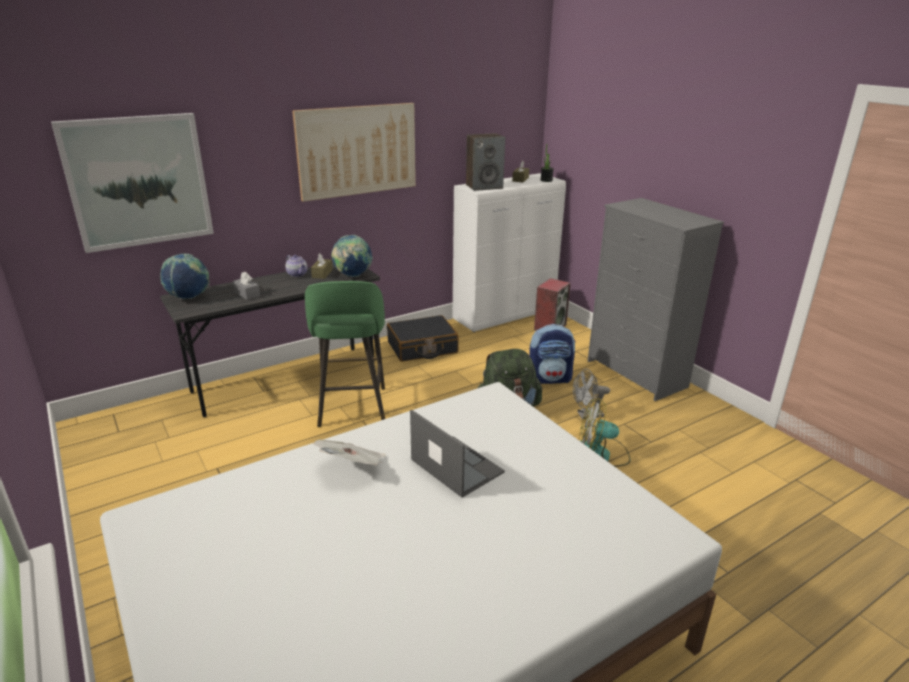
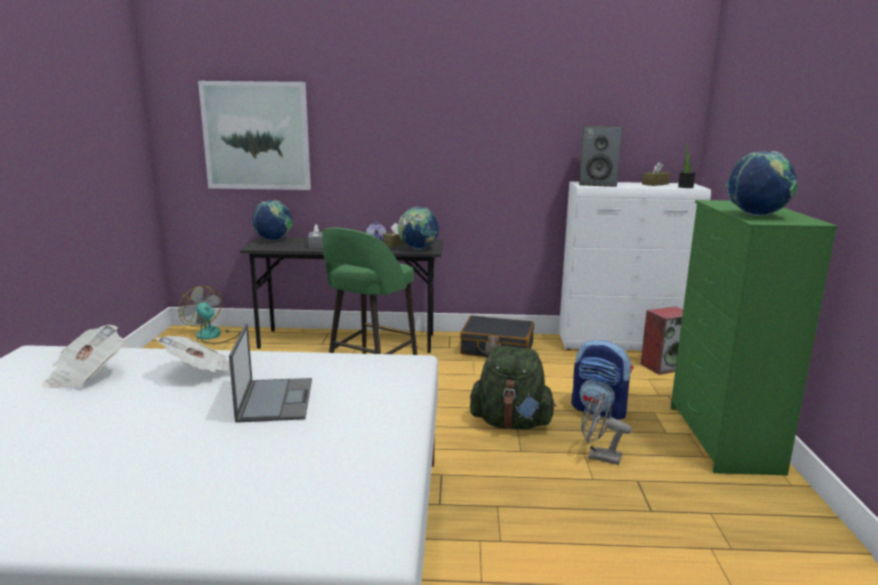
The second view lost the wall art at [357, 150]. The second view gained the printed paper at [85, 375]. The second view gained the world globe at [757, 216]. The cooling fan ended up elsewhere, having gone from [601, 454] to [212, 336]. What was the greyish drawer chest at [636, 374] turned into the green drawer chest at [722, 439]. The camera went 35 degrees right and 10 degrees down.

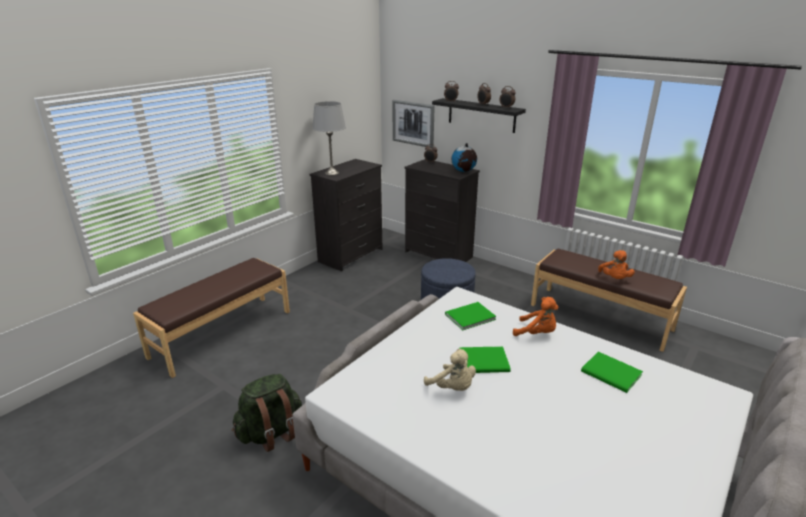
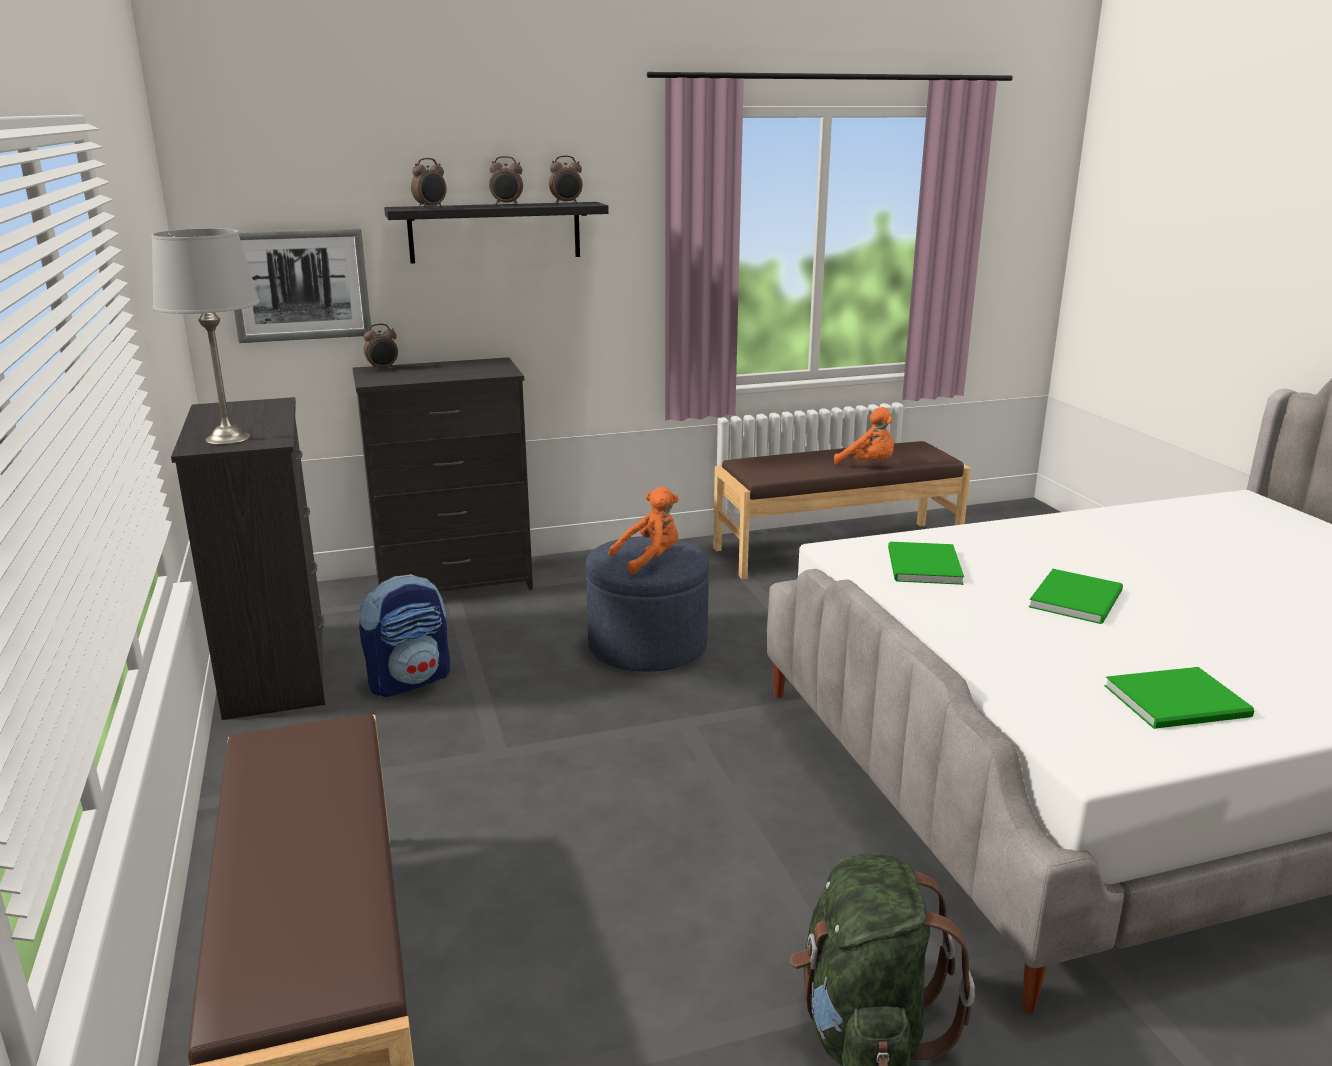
The second view lost the beige-coloured cuddly toy at [452, 388]. The second view lost the world globe at [463, 171]. The second view gained the knapsack at [410, 680]. The orange cuddly toy ended up elsewhere, having gone from [536, 333] to [650, 559]. The green volume ended up elsewhere, having gone from [612, 374] to [1181, 703]. The camera went 55 degrees left and 5 degrees down.

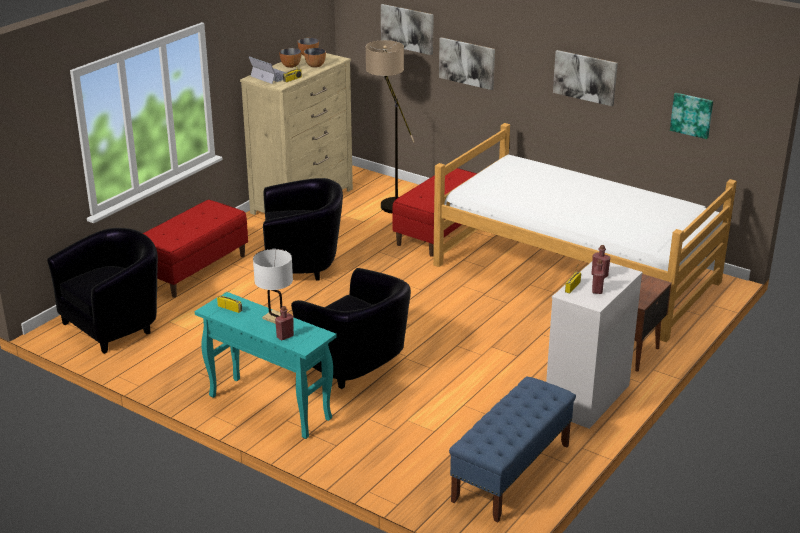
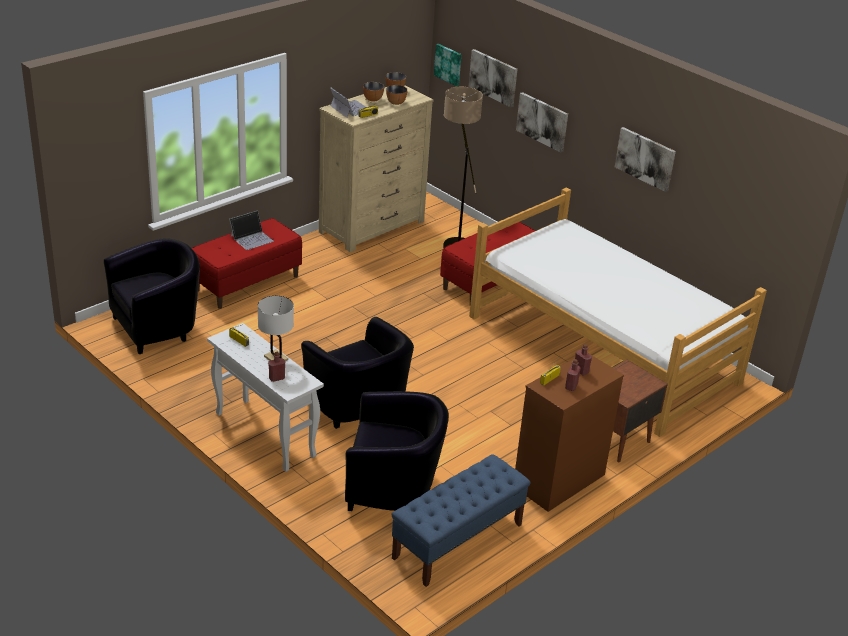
The second view gained the portable computer at [252, 238]. The black lounge chair ended up elsewhere, having gone from [303, 264] to [394, 488]. The wall art ended up elsewhere, having gone from [692, 115] to [448, 64]. What was the turquoise-coloured console table at [268, 407] turned into the white-coloured console table at [264, 434]. What was the white-coloured drawer chest at [587, 398] turned into the brownish drawer chest at [558, 481]. The camera went 10 degrees right and 5 degrees up.

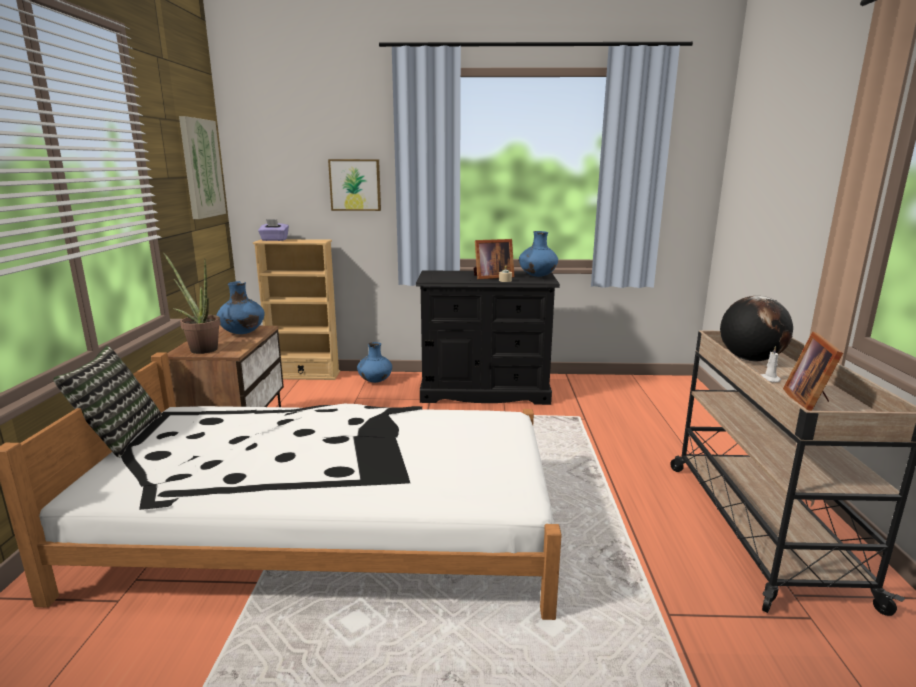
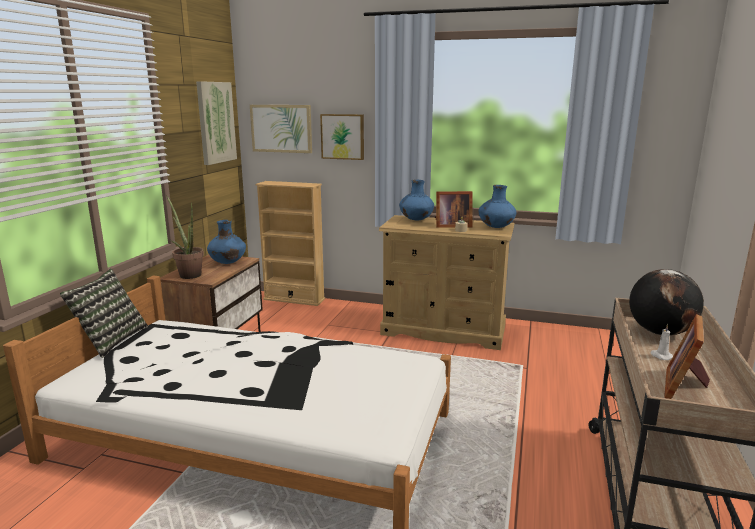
The second view lost the purple tissue box at [274, 240]. The second view gained the wall art at [281, 128]. The bluish decorative vase ended up elsewhere, having gone from [375, 381] to [416, 220]. What was the black drawer chest at [485, 391] turned into the beige-coloured drawer chest at [443, 330]. The camera went 15 degrees right and 0 degrees up.

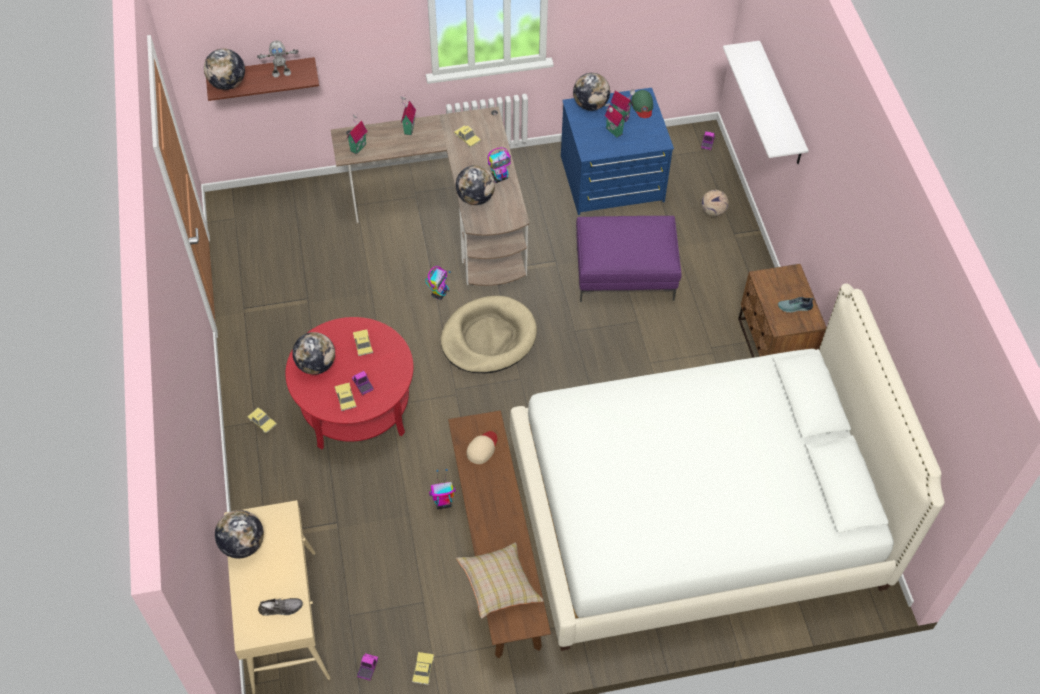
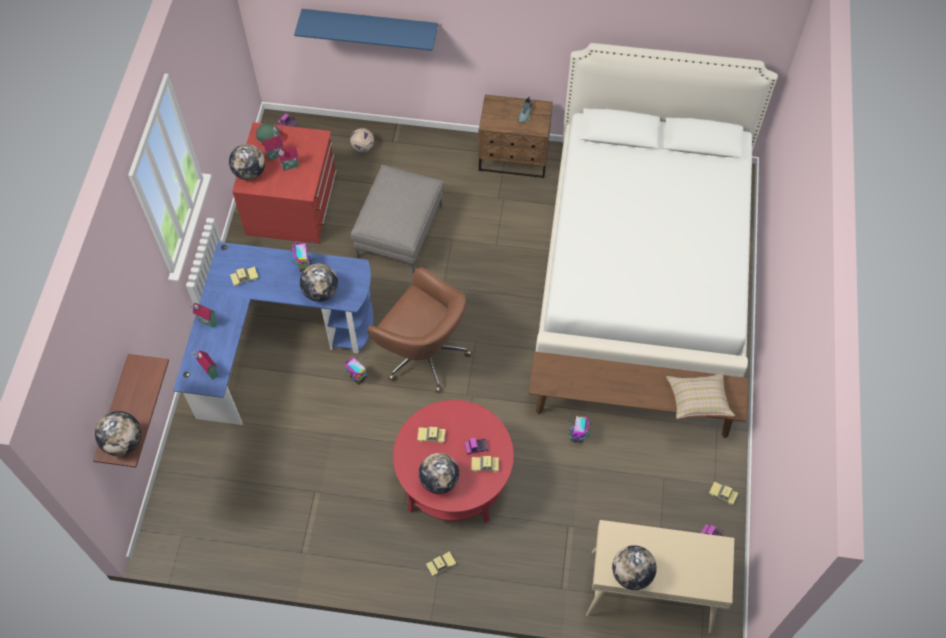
The second view lost the model robot at [281, 73]. The second view lost the greyish shoe at [281, 608]. The second view lost the beige-coloured baseball cap at [482, 448]. Where the beige-coloured dog cushion stood at [488, 338], the brownish office chair came to stand at [423, 353]. What was the brownish desk unit at [453, 217] turned into the bluish desk unit at [275, 342]. What was the bluish drawer chest at [612, 180] turned into the reddish drawer chest at [293, 206]. What was the purple footrest at [625, 273] turned into the greyish footrest at [399, 230]. What was the white-coloured shelf at [780, 105] turned into the bluish shelf at [370, 25]. The camera went 70 degrees left and 5 degrees up.

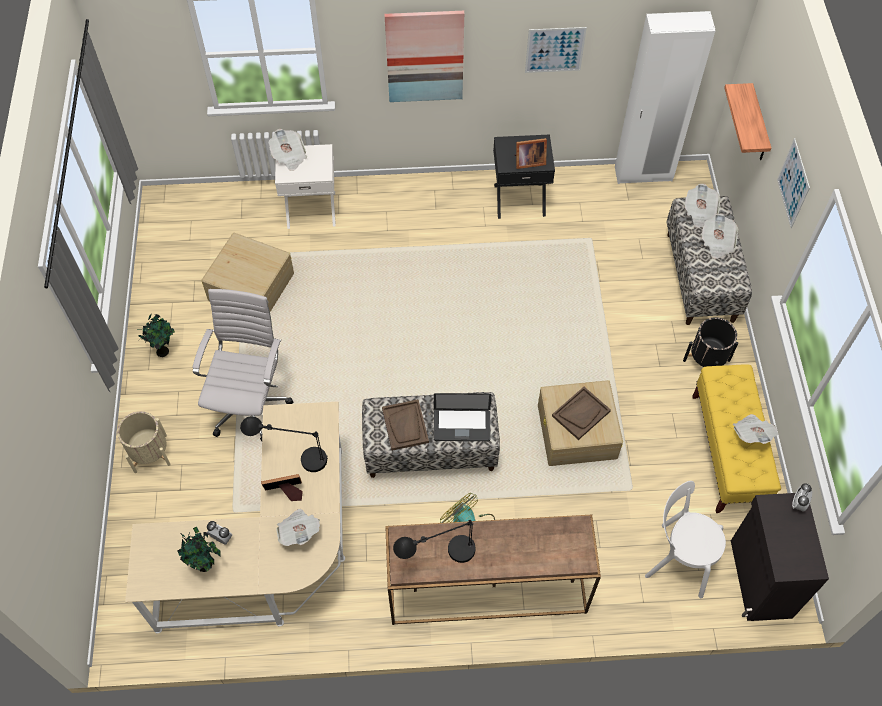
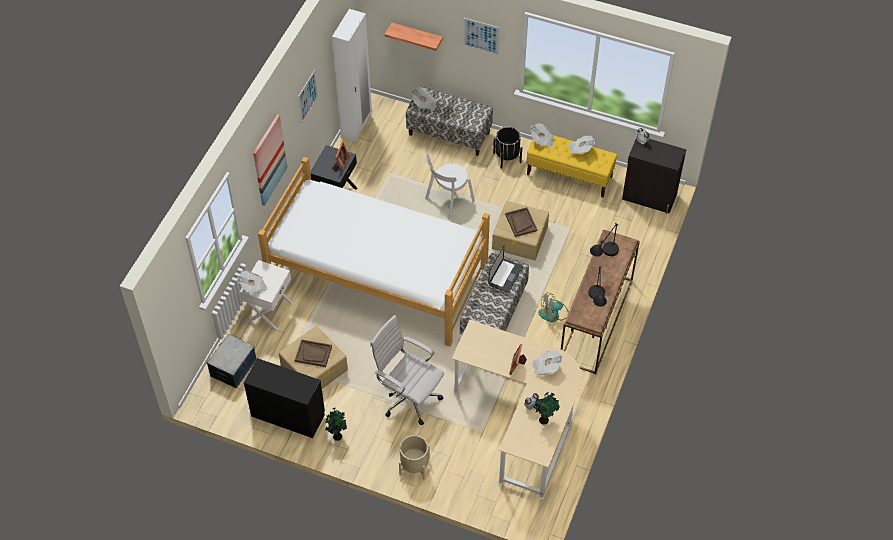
The second view gained the storage bin at [234, 368]. The second view gained the black drawer chest at [288, 414]. The second view gained the sleeping bed at [377, 275]. The black table lamp ended up elsewhere, having gone from [291, 457] to [603, 259]. The brownish carrying tray ended up elsewhere, having gone from [405, 425] to [313, 354]. The white-coloured chair ended up elsewhere, having gone from [677, 558] to [448, 201]. The printed paper ended up elsewhere, having gone from [717, 243] to [542, 140]. The camera went 65 degrees left and 5 degrees down.

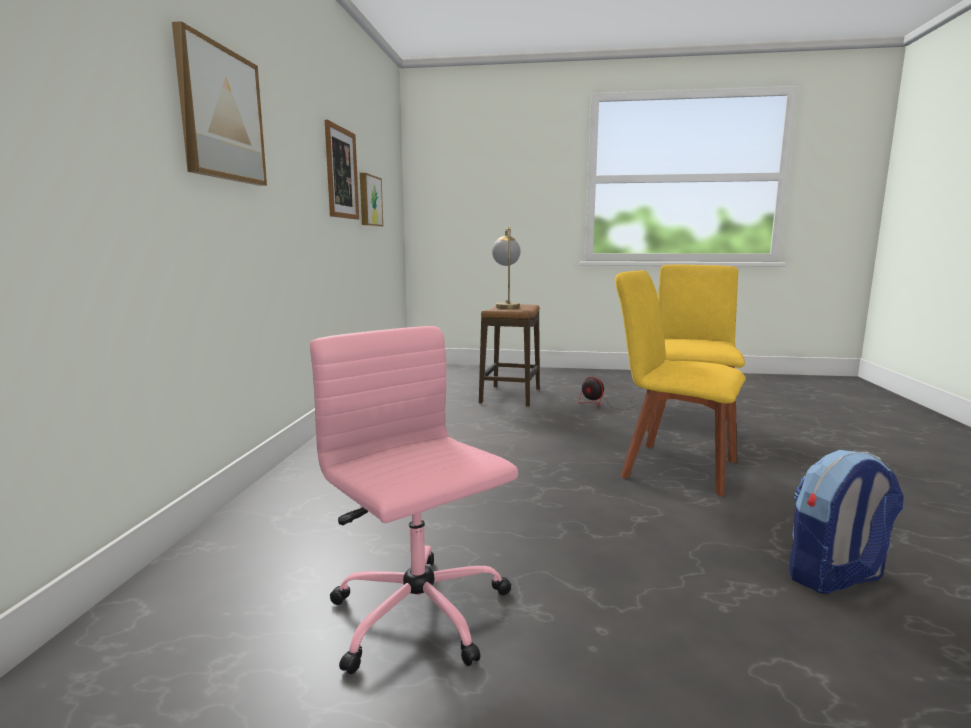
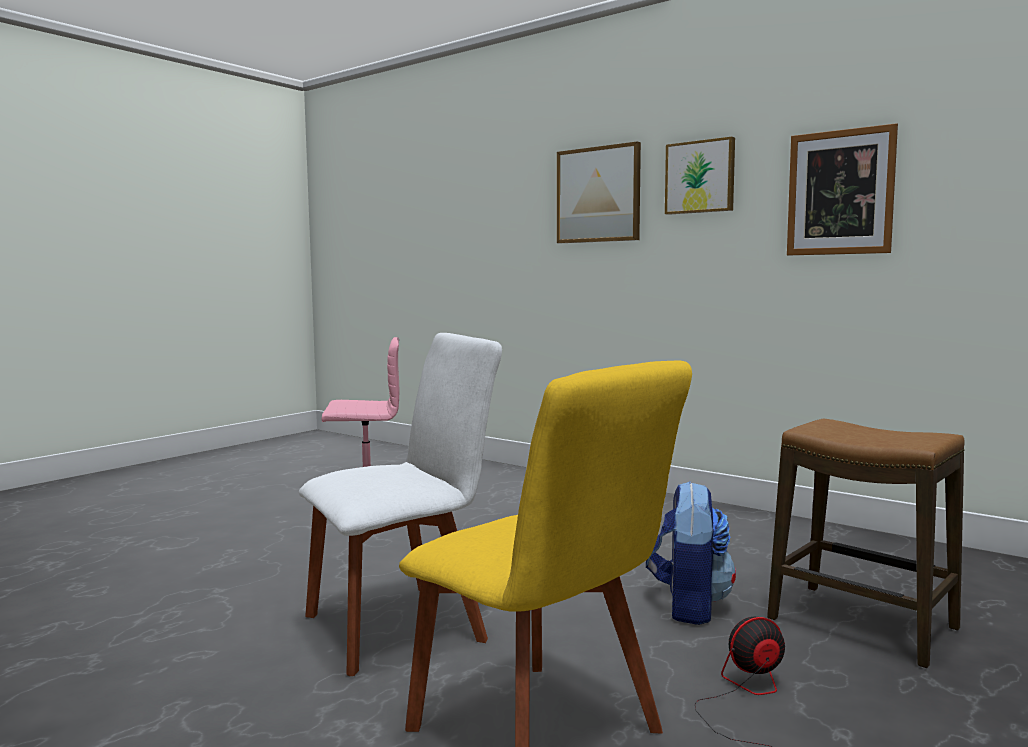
The second view lost the table lamp at [506, 306]. The wall art ended up elsewhere, having gone from [369, 201] to [700, 177]. The knapsack ended up elsewhere, having gone from [835, 578] to [688, 605]. What was the yellowish chair at [672, 467] turned into the white-coloured chair at [403, 625]. The camera went 120 degrees right and 5 degrees down.

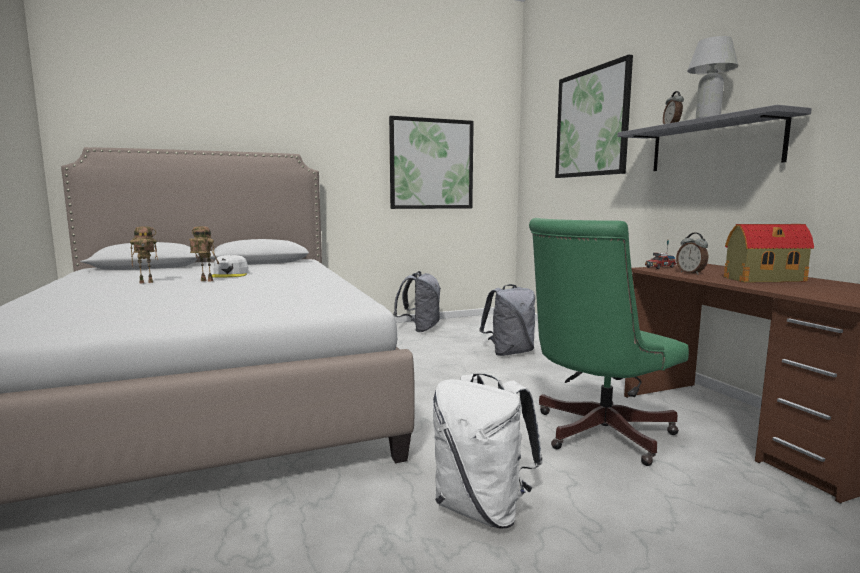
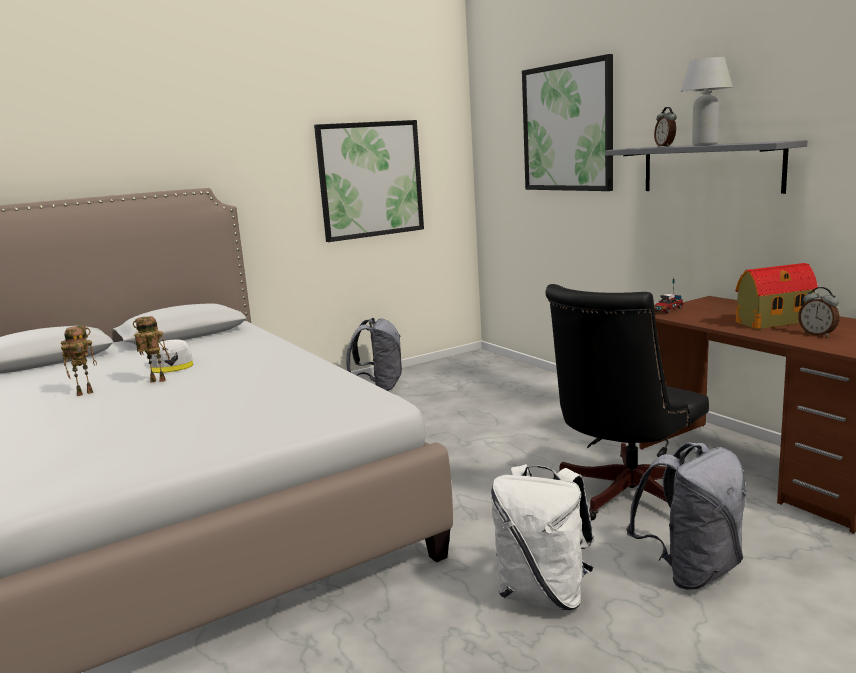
The greyish knapsack ended up elsewhere, having gone from [509, 352] to [691, 571]. The bedside clock ended up elsewhere, having gone from [691, 273] to [818, 334]. What was the green office chair at [595, 434] turned into the black office chair at [624, 497]. The camera went 10 degrees left and 5 degrees up.

